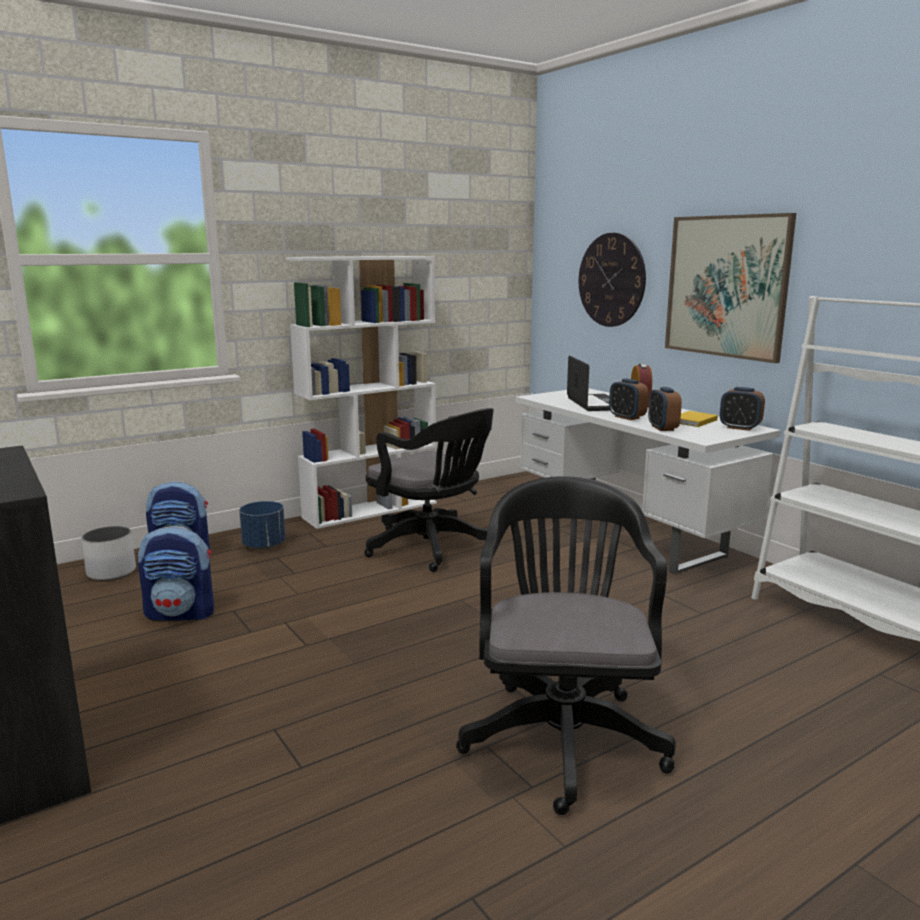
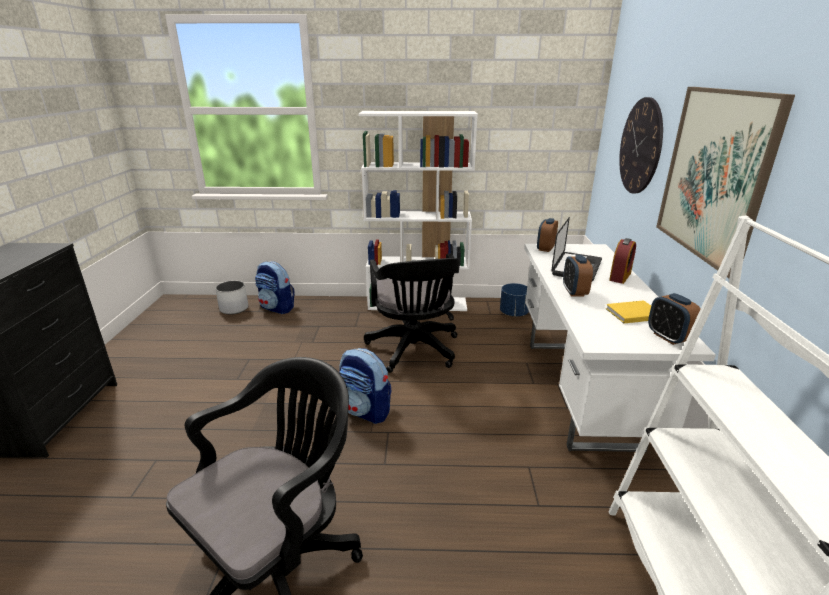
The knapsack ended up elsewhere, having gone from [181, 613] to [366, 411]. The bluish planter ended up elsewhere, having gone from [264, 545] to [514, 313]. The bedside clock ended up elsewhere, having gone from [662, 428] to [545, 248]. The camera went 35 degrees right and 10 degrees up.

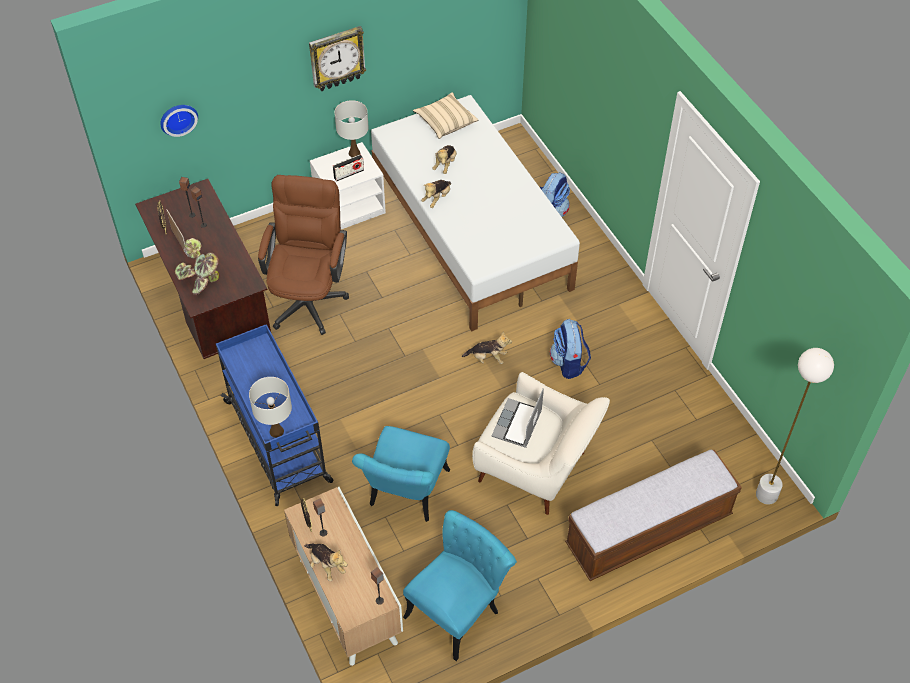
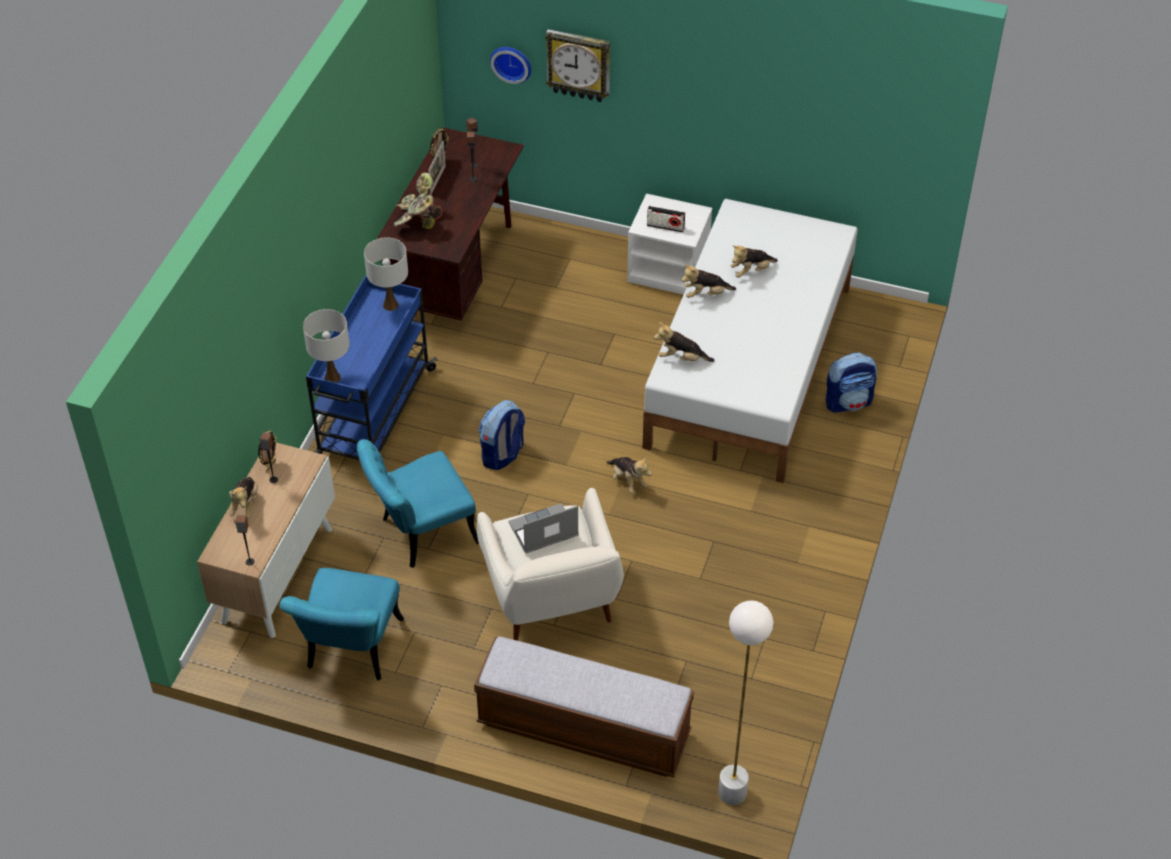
The second view lost the brownish office chair at [309, 296]. The second view lost the beige-coloured cushion at [445, 122]. The second view gained the cuddly toy at [682, 358]. The hanging clock ended up elsewhere, having gone from [336, 58] to [579, 65]. The white-coloured table lamp ended up elsewhere, having gone from [354, 153] to [391, 305]. The knapsack ended up elsewhere, having gone from [568, 363] to [503, 455]. The turquoise-coloured chair at [458, 608] ended up facing another way, 105 degrees clockwise from before. The camera went 45 degrees right and 5 degrees down.

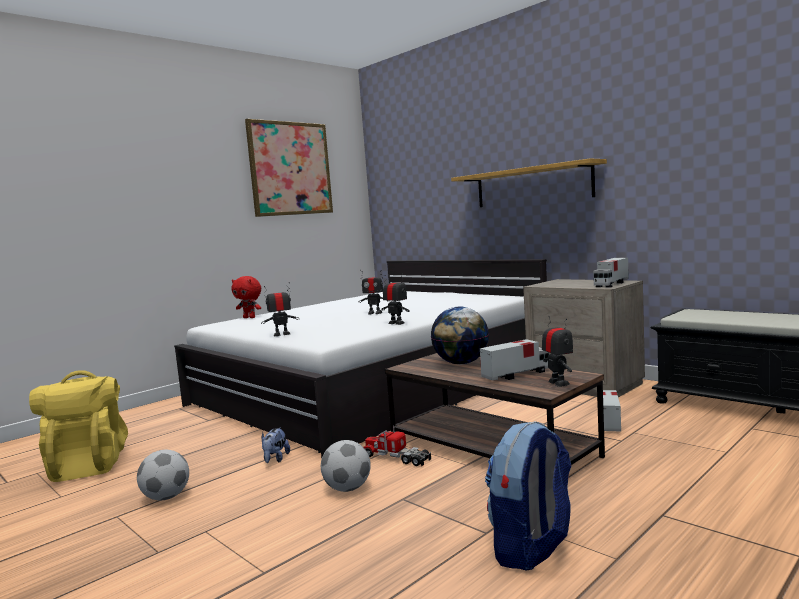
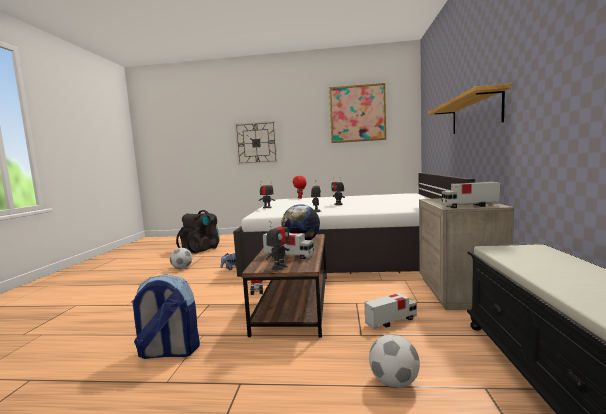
The second view gained the hanging clock at [256, 143]. The ball for football ended up elsewhere, having gone from [347, 488] to [394, 382]. What was the yellowish knapsack at [88, 465] turned into the black knapsack at [201, 249]. The camera went 50 degrees right and 0 degrees up.

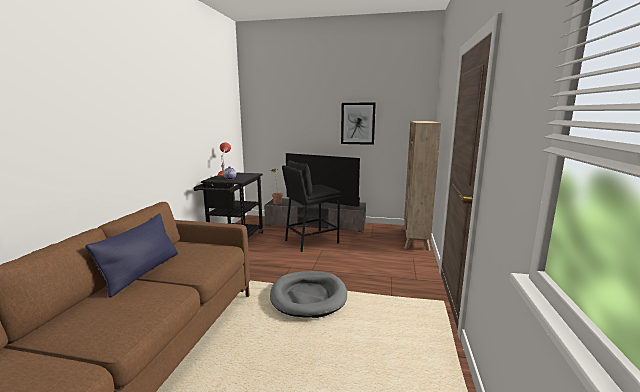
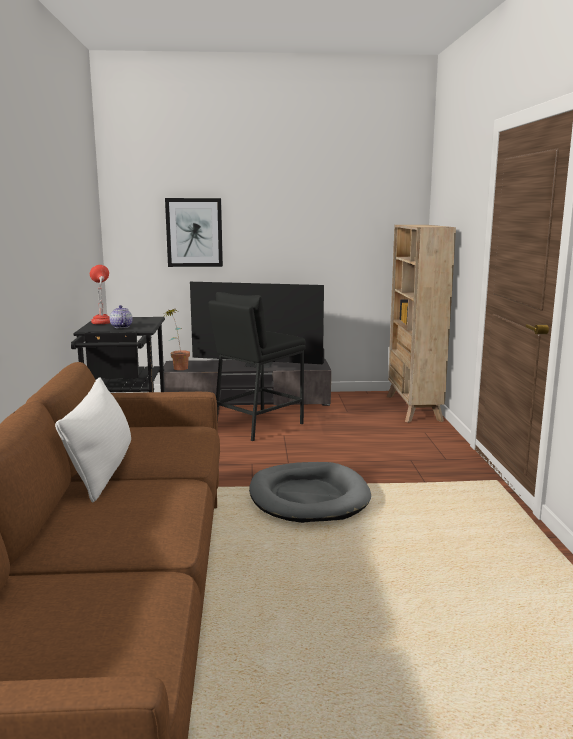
The wall art ended up elsewhere, having gone from [358, 123] to [194, 232]. What was the bluish cushion at [142, 272] turned into the white-coloured cushion at [102, 469]. The camera went 15 degrees left and 0 degrees up.

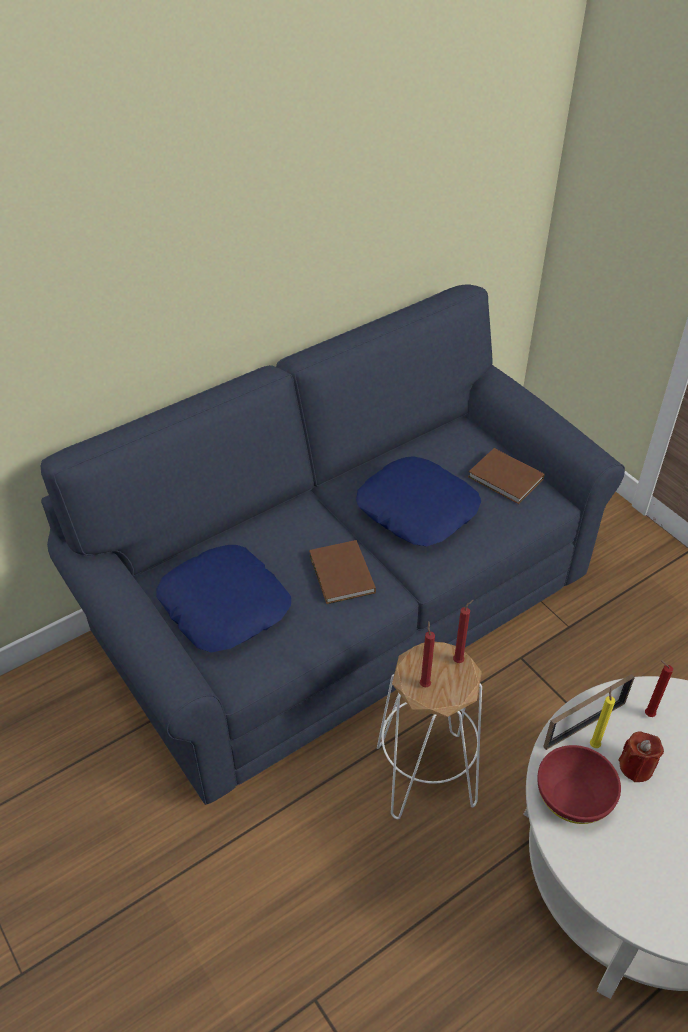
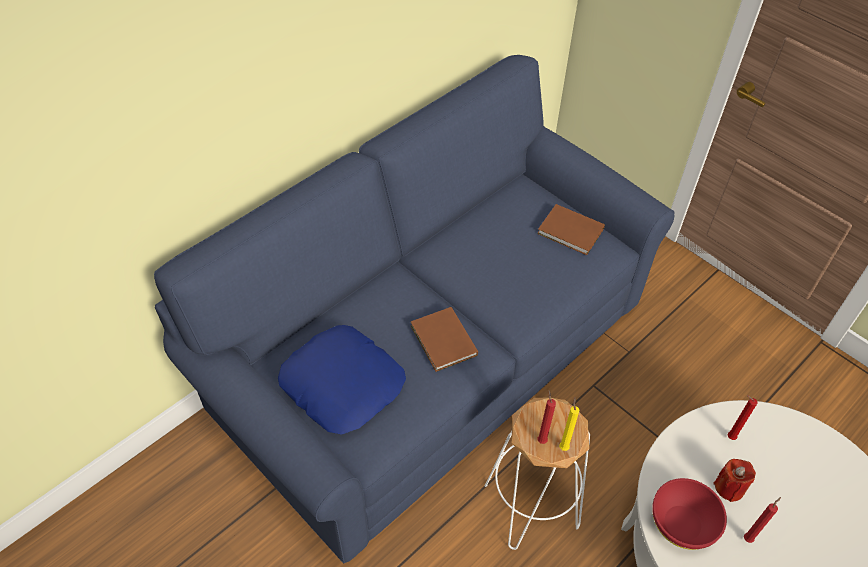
The second view lost the bluish cushion at [418, 509]. The second view lost the photo frame at [584, 724]. The reddish wax candle ended up elsewhere, having gone from [459, 660] to [748, 538]. The yellowish wax candle ended up elsewhere, having gone from [594, 744] to [563, 446]. The camera went 10 degrees left and 5 degrees up.

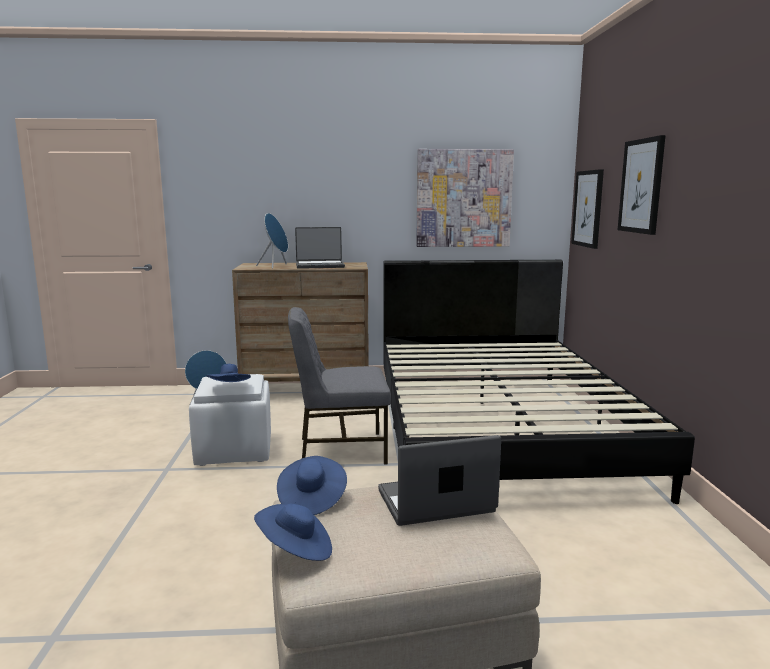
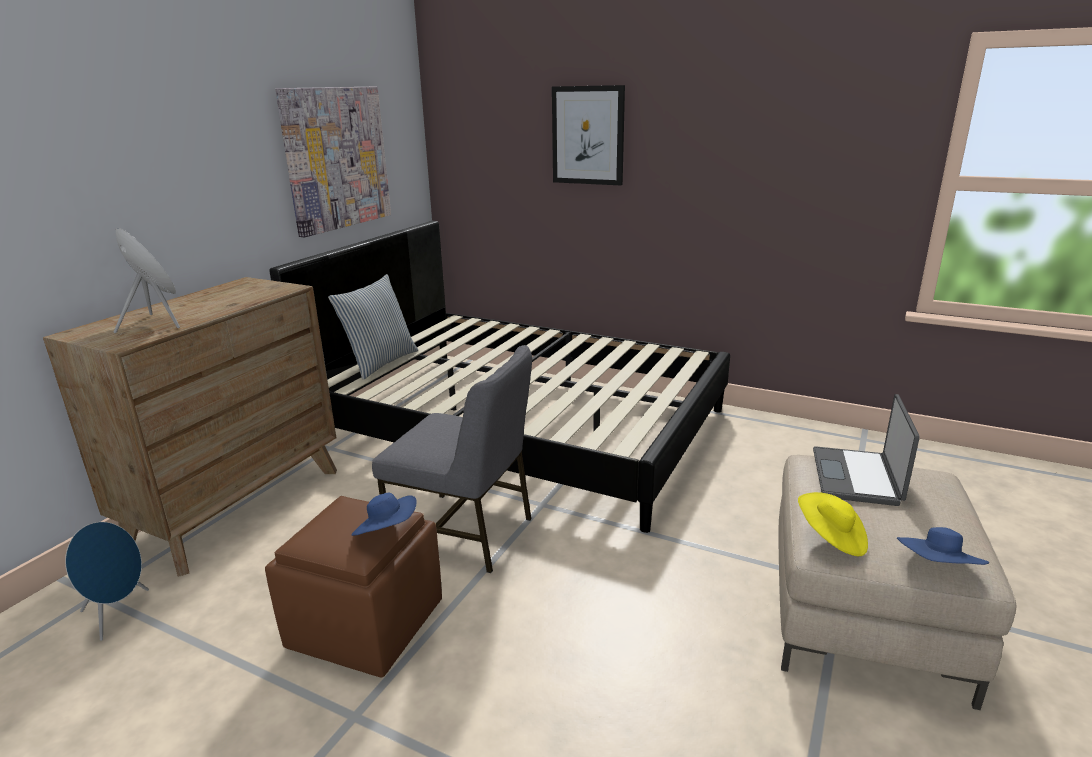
The second view lost the portable computer at [320, 266]. The second view lost the wall art at [588, 208]. The second view gained the cushion at [380, 362]. What was the white-coloured footrest at [235, 450] turned into the brownish footrest at [365, 624]. What was the bluish clothing hat at [311, 499] turned into the yellowish clothing hat at [831, 538]. The greyish chair at [340, 450] ended up facing another way, 90 degrees counterclockwise from before. The camera went 60 degrees left and 10 degrees up.

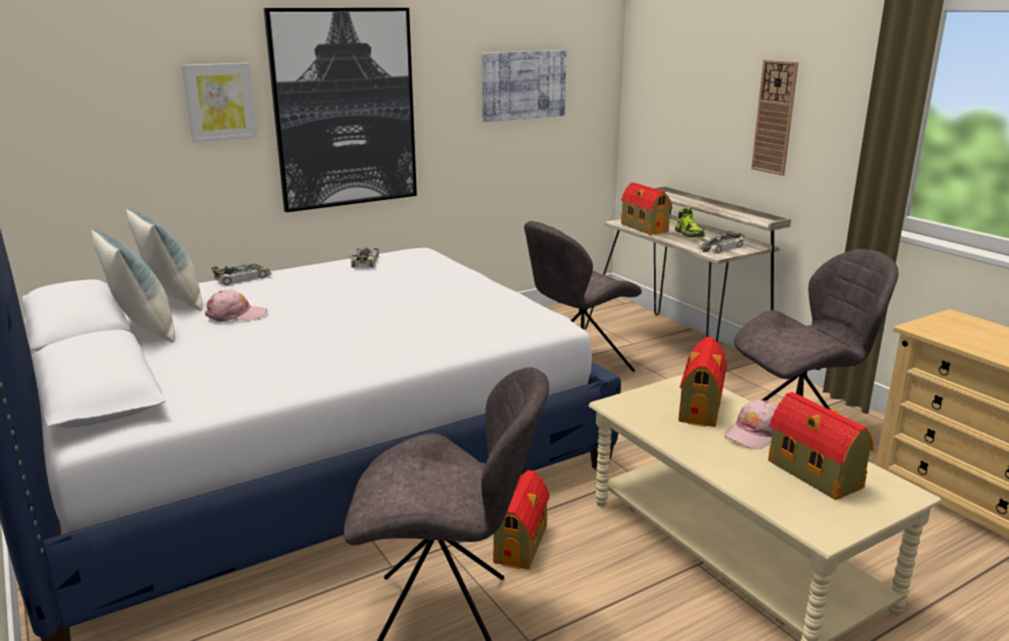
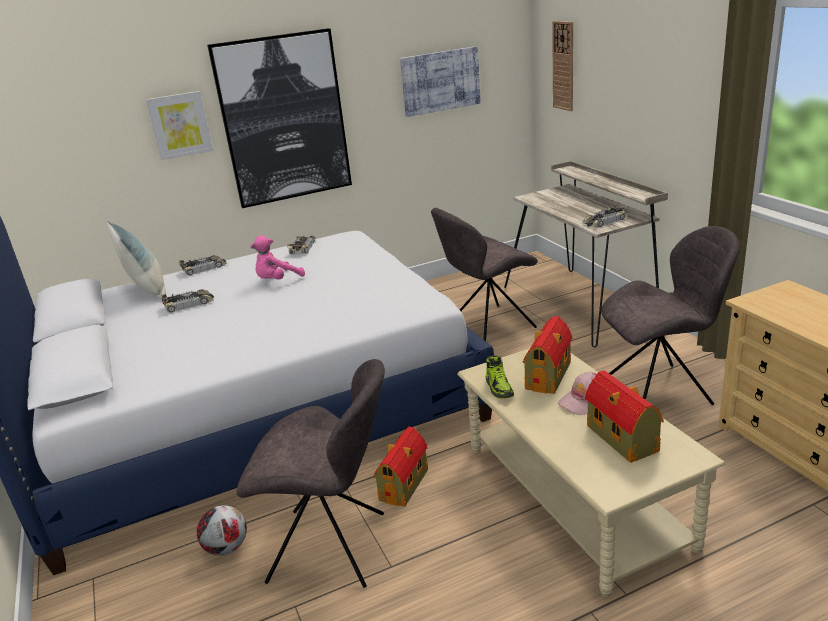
The second view lost the cushion at [144, 330]. The second view lost the model house at [643, 227]. The second view gained the ball for football at [226, 547]. The second view gained the pink cuddly toy at [277, 281]. The shoe ended up elsewhere, having gone from [689, 234] to [499, 388]. The hanging clock ended up elsewhere, having gone from [775, 117] to [563, 66]. Where the pink baseball cap stood at [236, 315], the miniature car came to stand at [189, 304]. The camera went 10 degrees right and 5 degrees up.

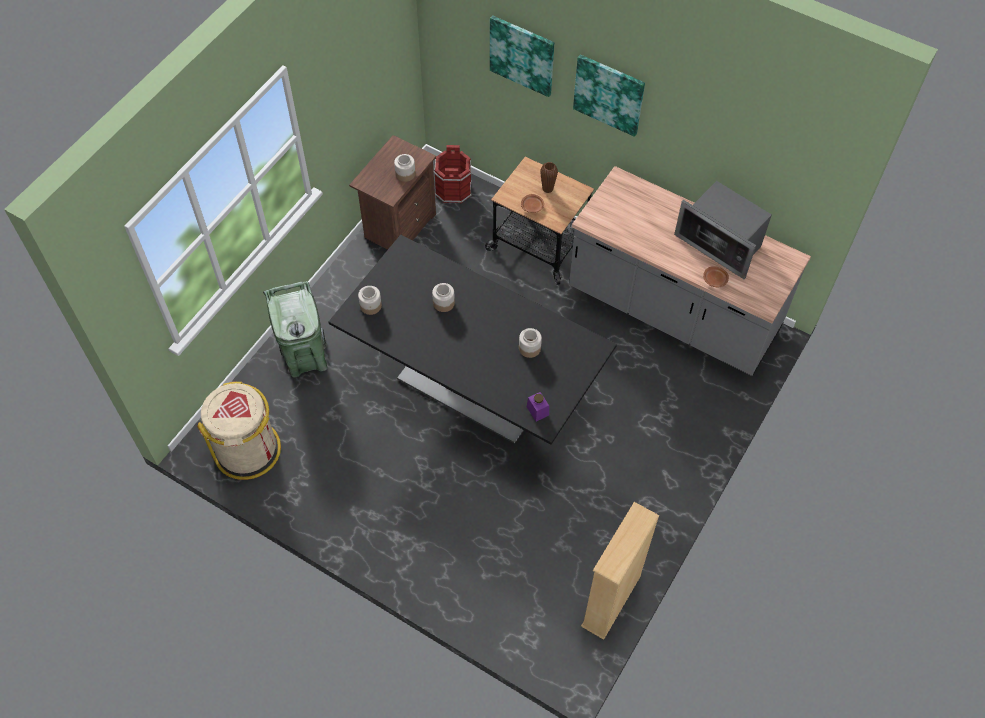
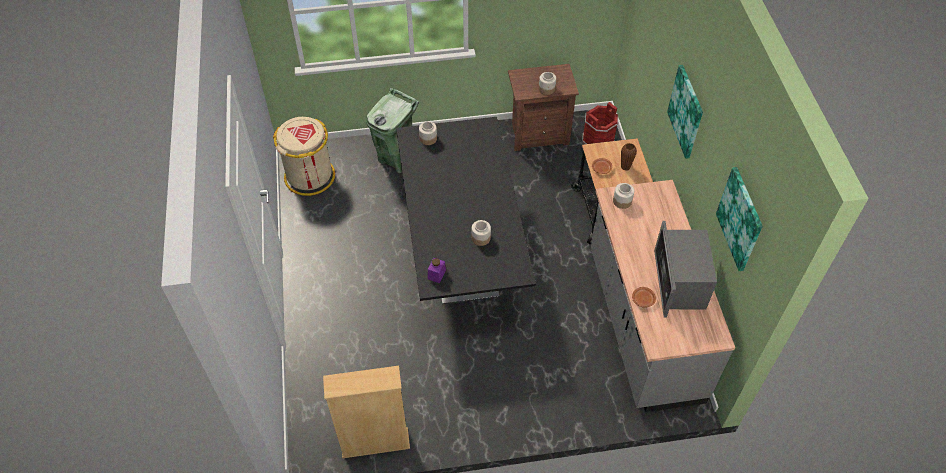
The preserve jar ended up elsewhere, having gone from [443, 303] to [622, 201]. The wall art ended up elsewhere, having gone from [522, 55] to [740, 219]. The camera went 50 degrees right and 5 degrees down.

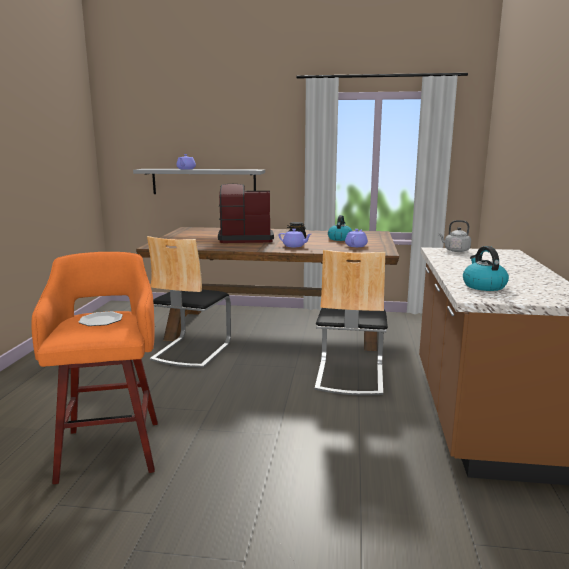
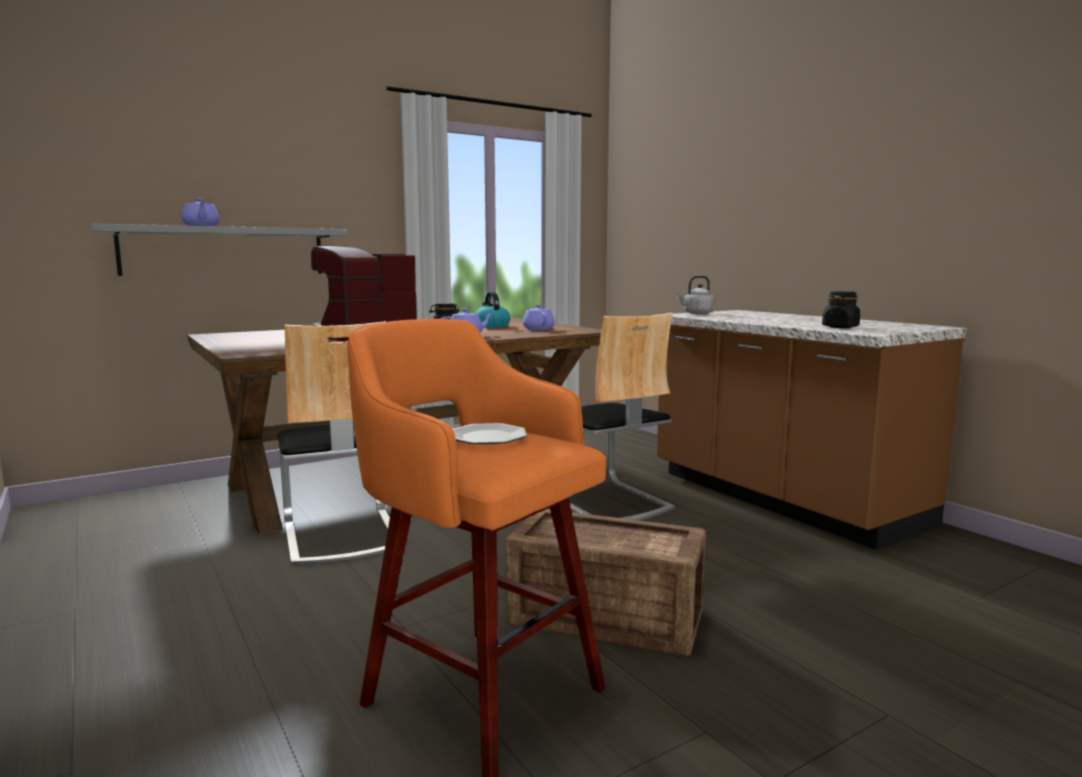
The second view gained the crate at [603, 615]. Where the tea kettle stood at [483, 286], the black preserve jar came to stand at [840, 327]. The camera went 40 degrees left and 5 degrees down.

